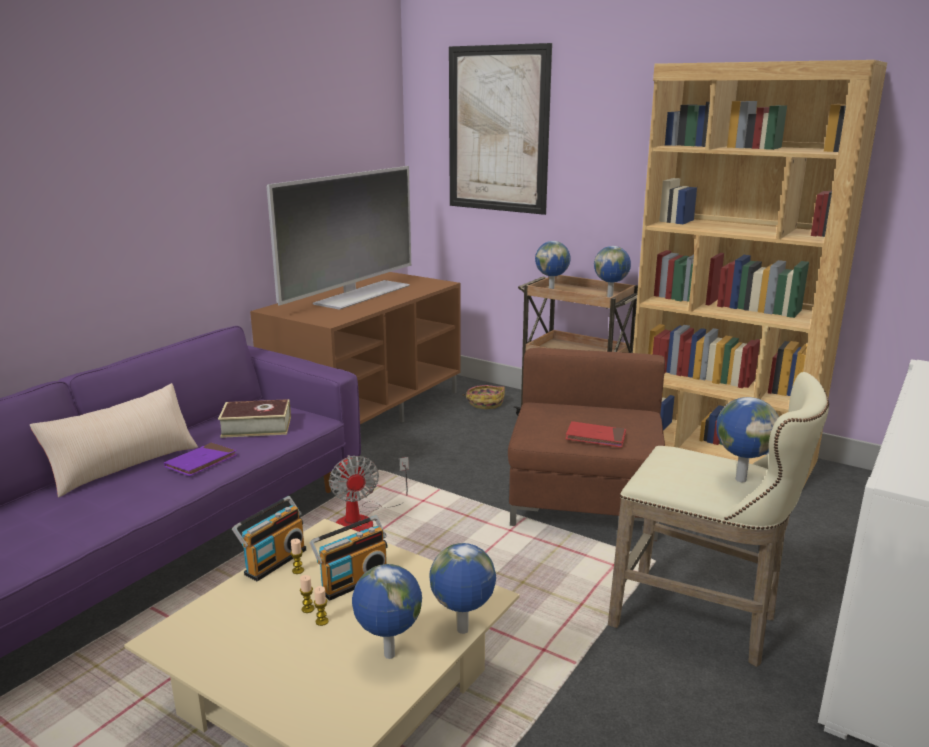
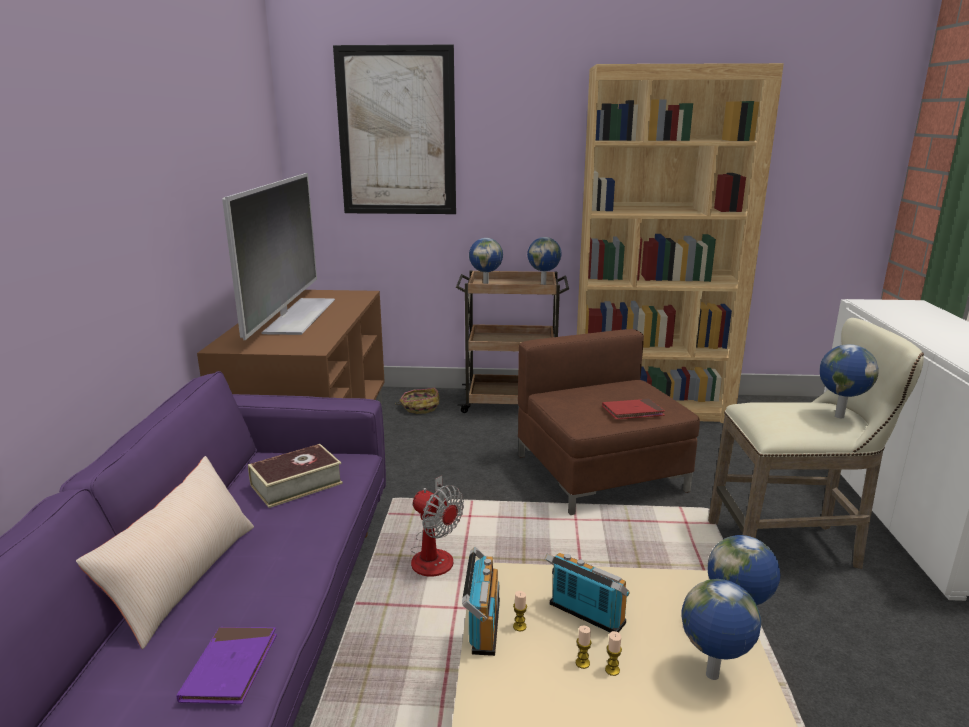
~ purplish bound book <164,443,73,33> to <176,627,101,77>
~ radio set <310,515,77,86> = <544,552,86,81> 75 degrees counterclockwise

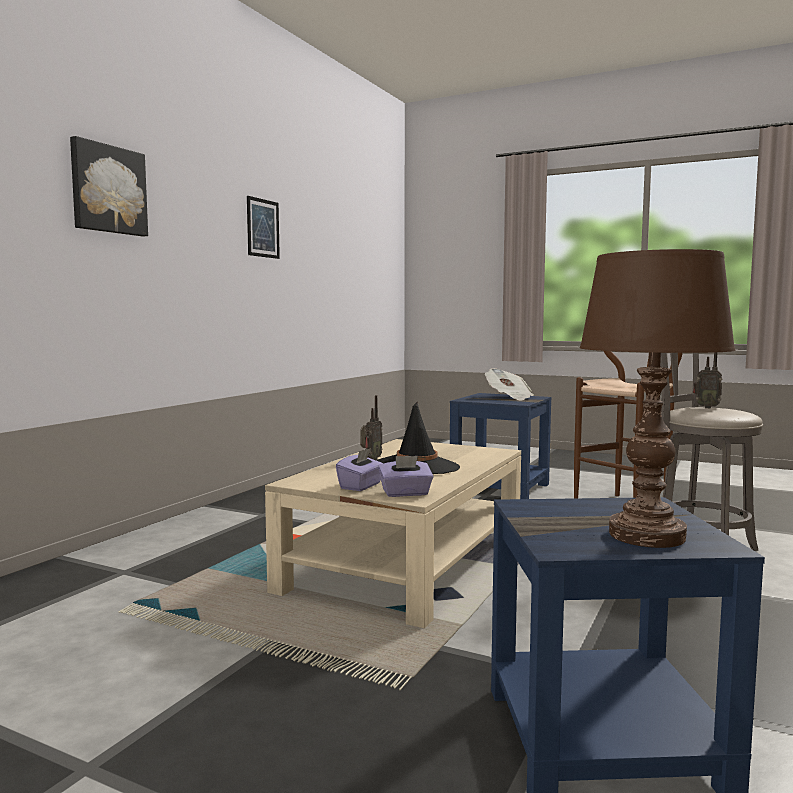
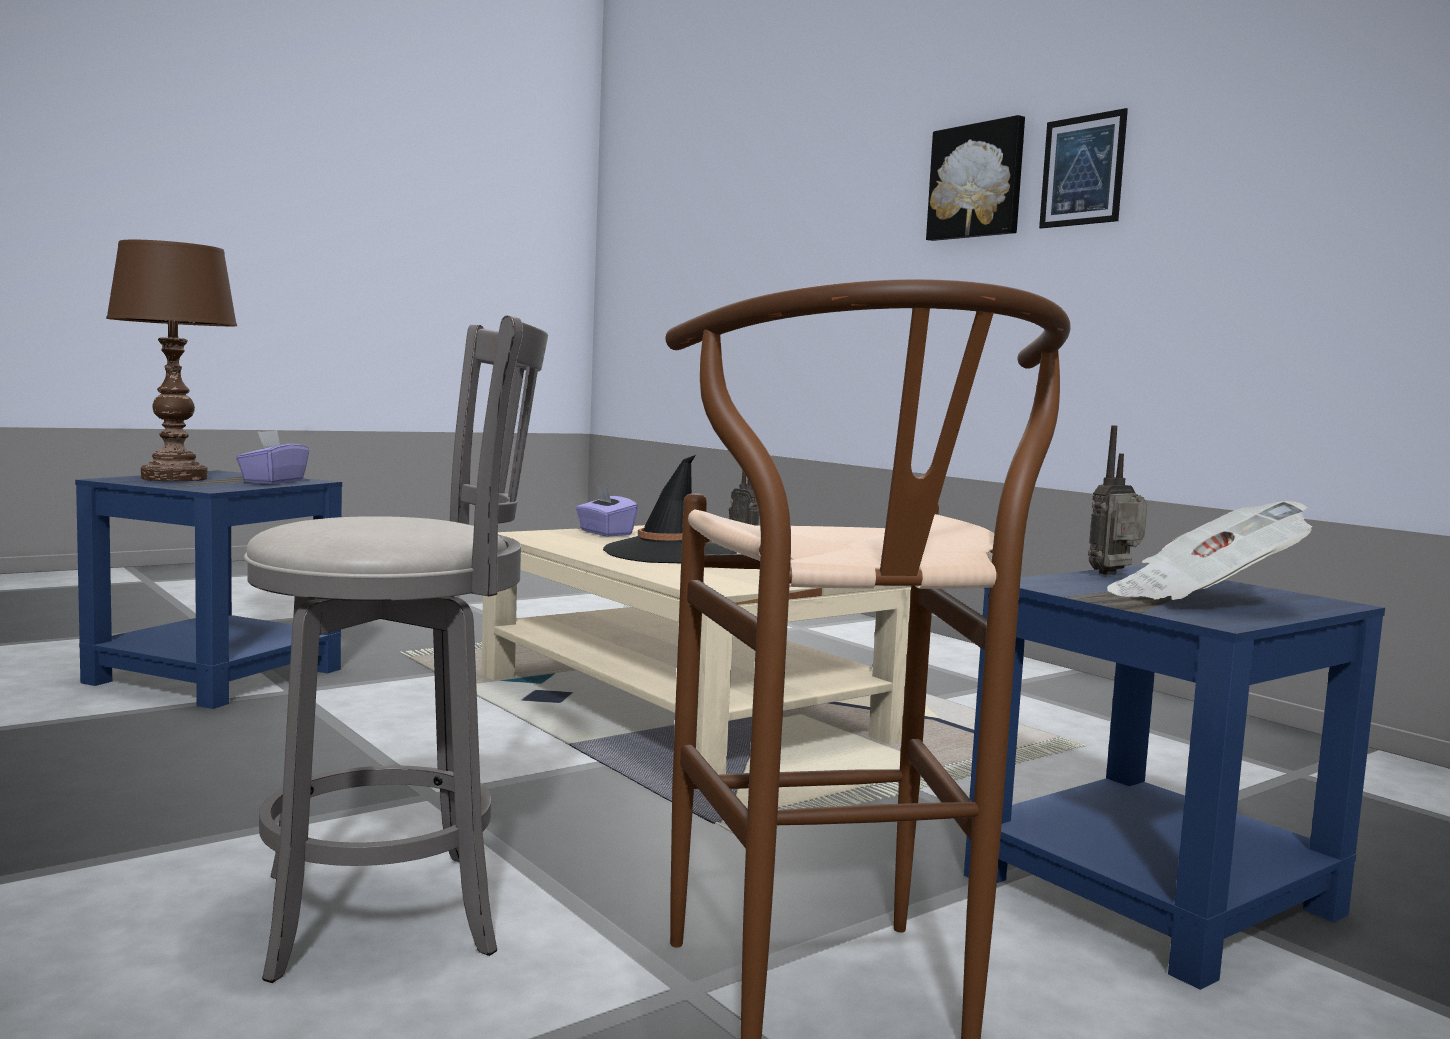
~ picture <247,196,33,63> to <1039,108,89,121>
~ purplish tissue box <378,456,55,41> to <236,430,73,54>
~ radio set <693,352,29,56> to <1088,425,59,150>

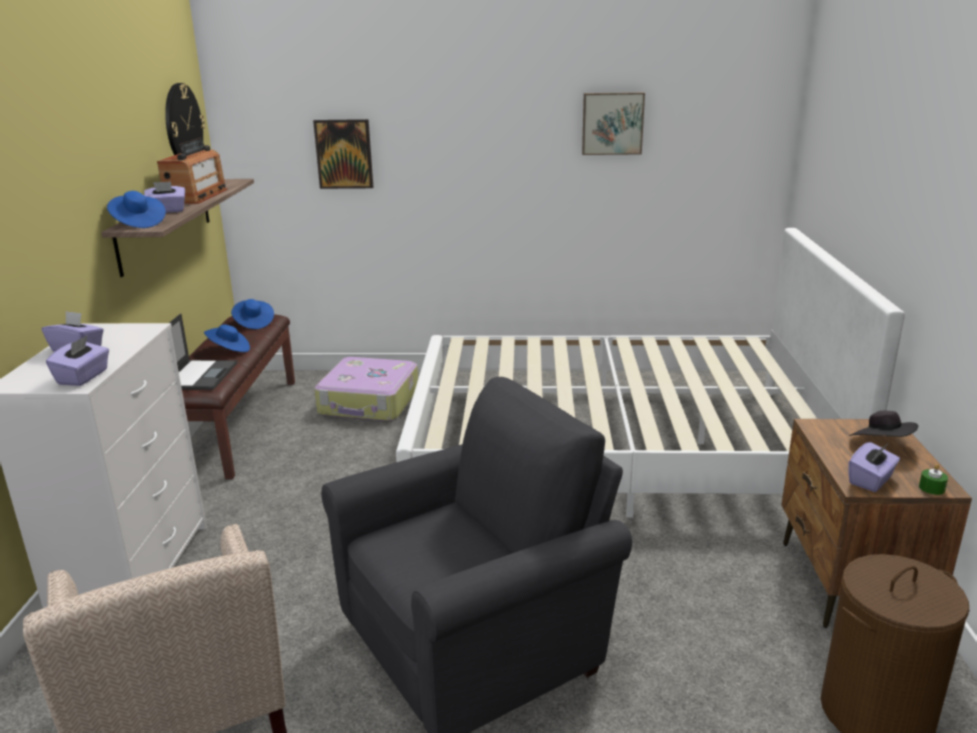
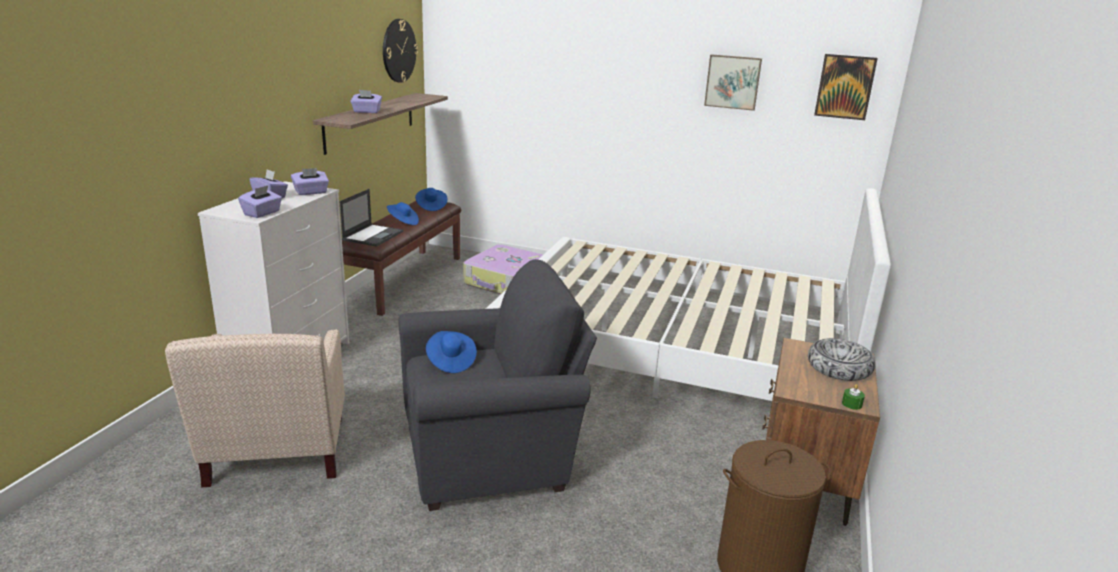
- radio set <157,138,70,66>
~ blue wearable hat <107,191,59,37> to <426,331,51,42>
~ picture <313,119,60,70> to <814,54,64,66>
~ purplish tissue box <848,442,52,50> to <291,168,38,27>
~ black wearable hat <849,411,69,26> to bowl <808,338,68,43>

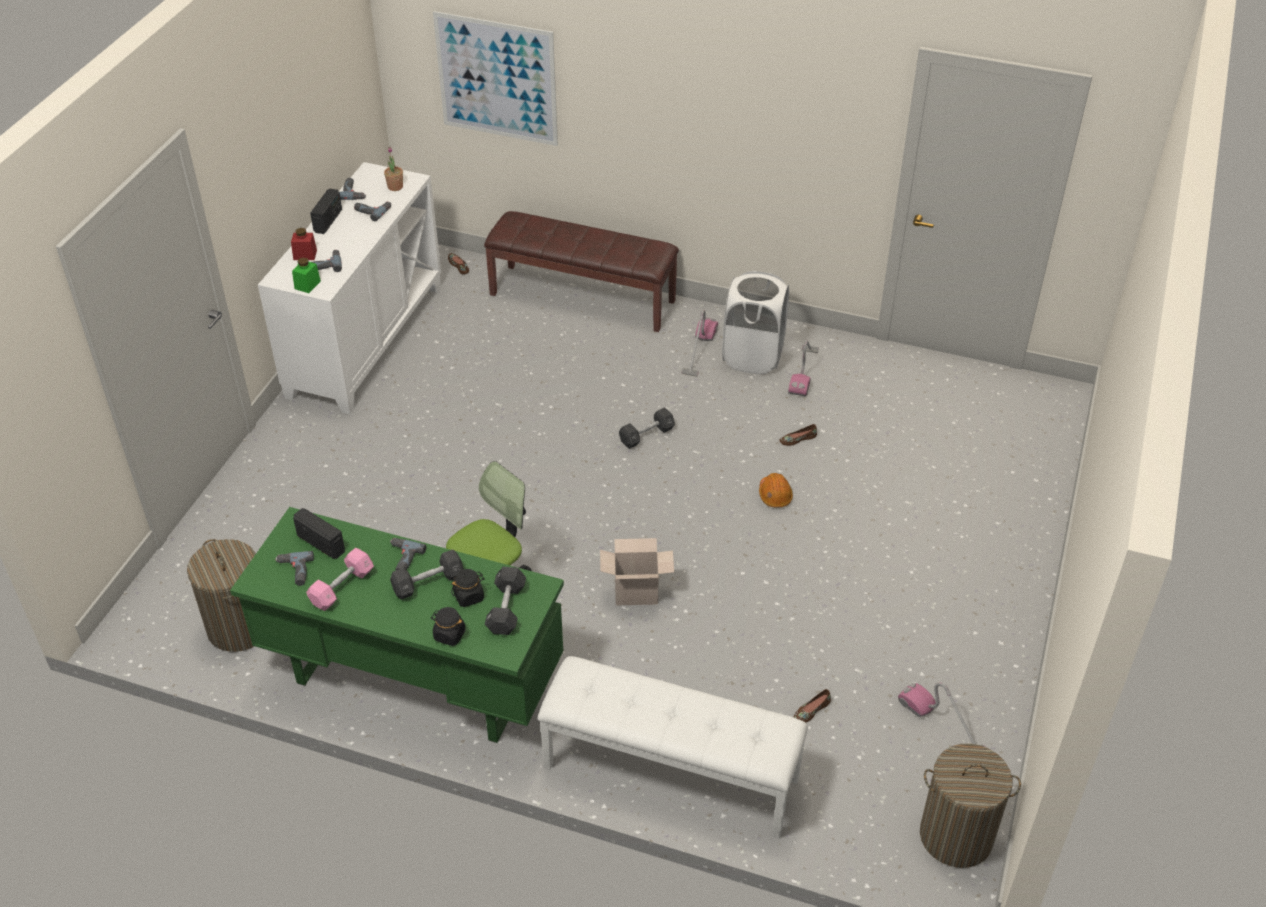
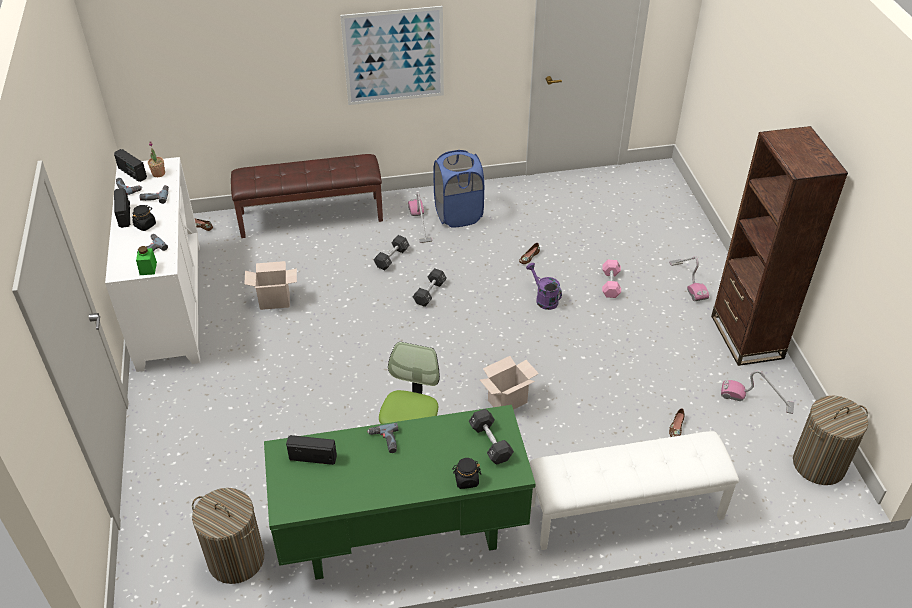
- power drill <275,551,39,35>
- reddish storage jar <291,228,26,32>
+ radio set <114,149,33,33>
+ packing box <244,261,53,49>
+ brownish bookcase <711,126,137,240>
~ pinkish free weight <306,548,68,63> to <602,260,19,38>
~ black free weight <390,549,74,51> to <374,235,36,35>
~ picture <433,11,125,135> to <340,6,104,99>
~ black storage jar <451,569,34,38> to <132,205,24,26>
~ vacuum <788,340,31,57> to <669,256,40,45>
~ orangey safety helmet <759,473,34,35> to purplish sprinkling can <526,263,36,47>
~ white laundry basket <722,271,67,103> to blue laundry basket <433,150,51,78>

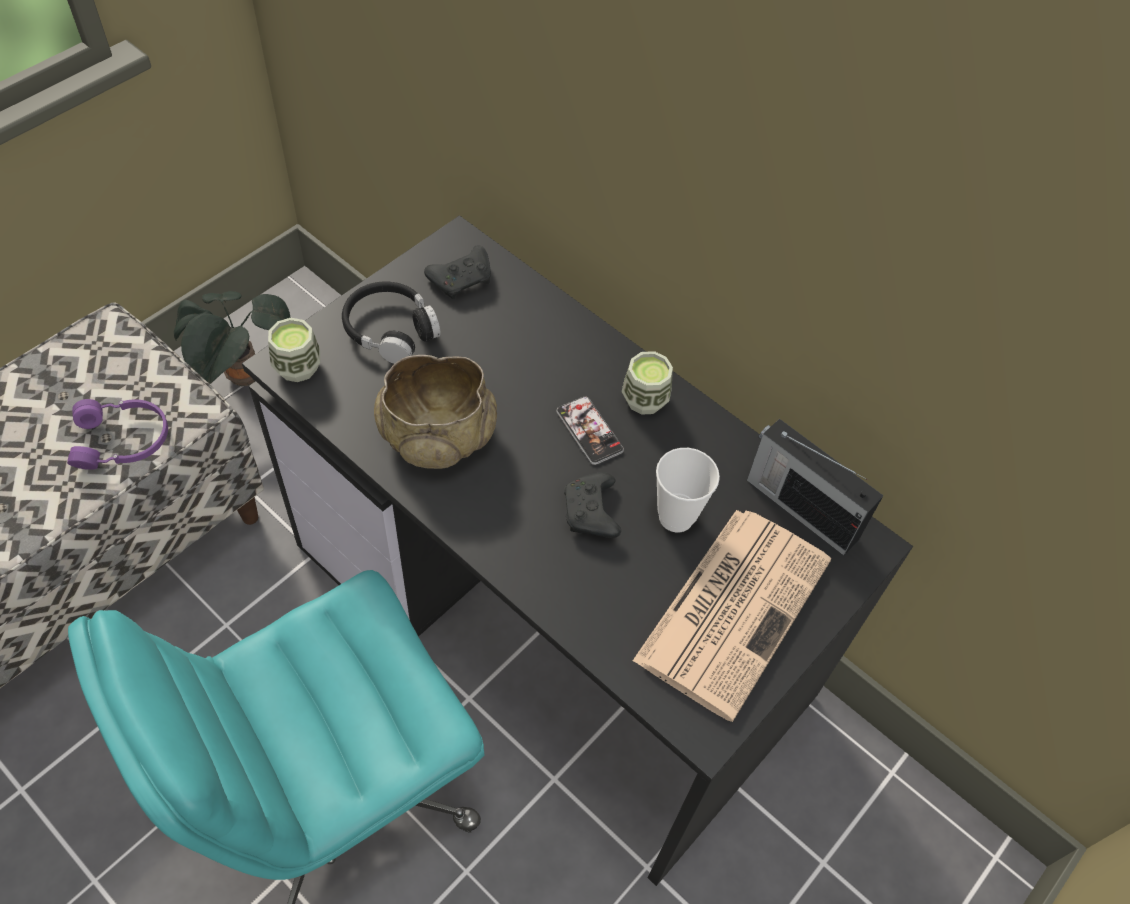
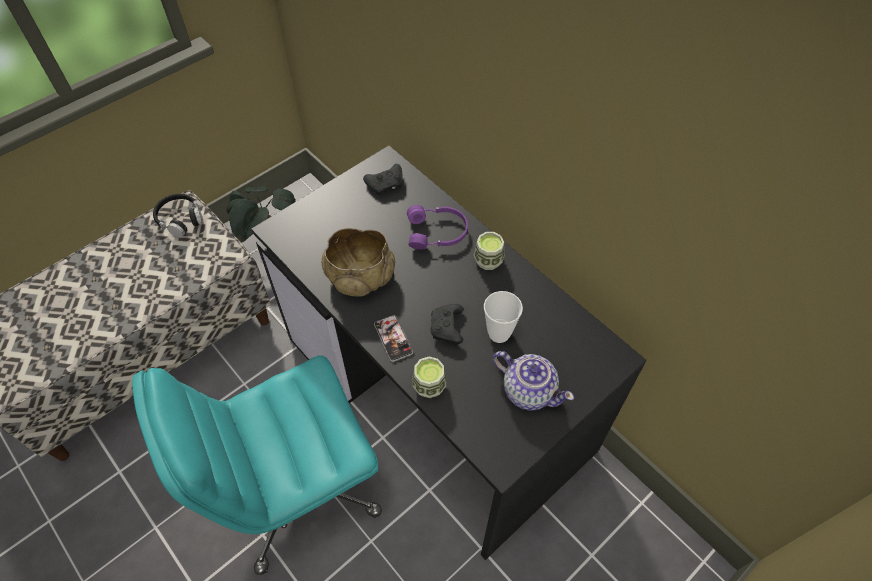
- radio set <747,419,137,136>
~ purplish headset <67,399,101,71> to <407,205,61,45>
~ cup <268,318,52,64> to <413,356,33,42>
~ black headset <342,281,99,83> to <153,194,51,44>
~ handset <556,396,68,69> to <374,315,39,47>
~ printed paper <633,510,198,212> to pot for tea <493,351,81,60>

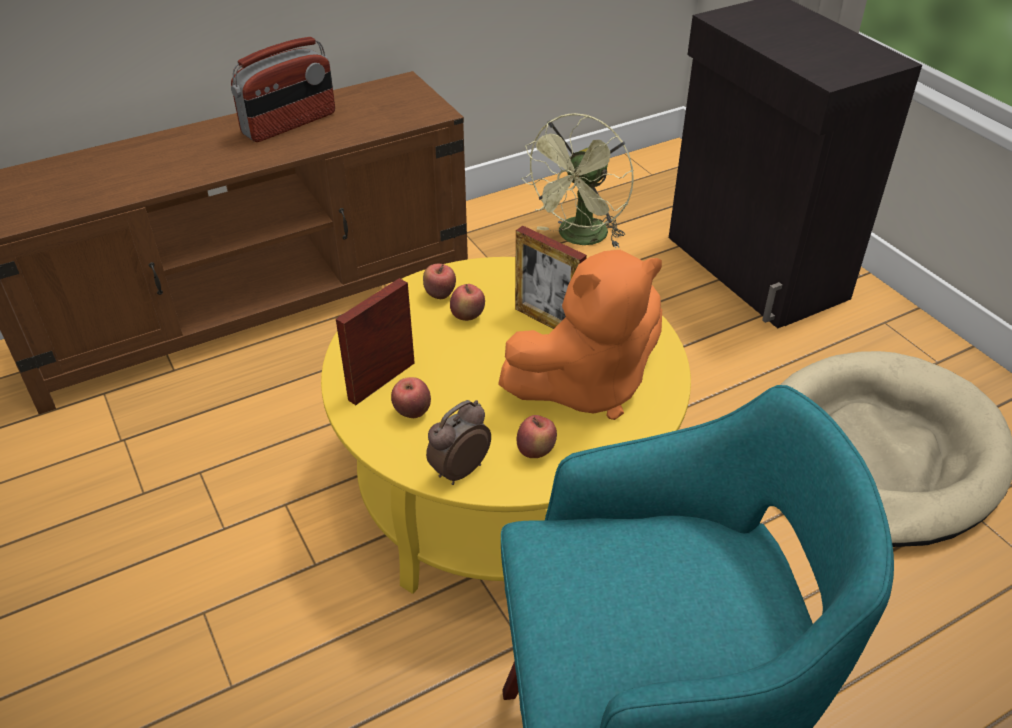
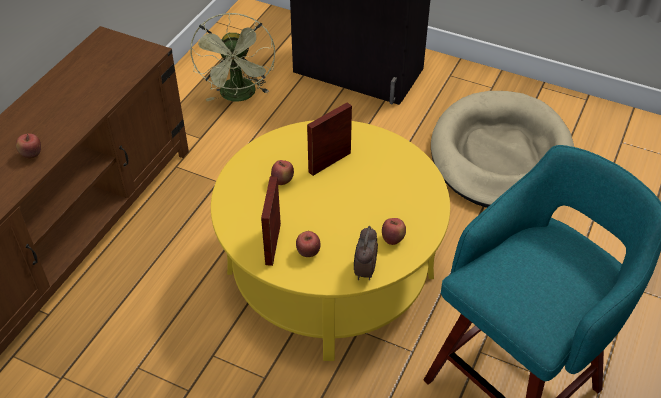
- radio set <231,37,104,105>
- orangey soft toy <498,250,164,170>
~ apple fruit <423,264,33,35> to <16,133,25,26>
~ standing frame <515,226,72,103> = <307,102,45,74> 135 degrees clockwise

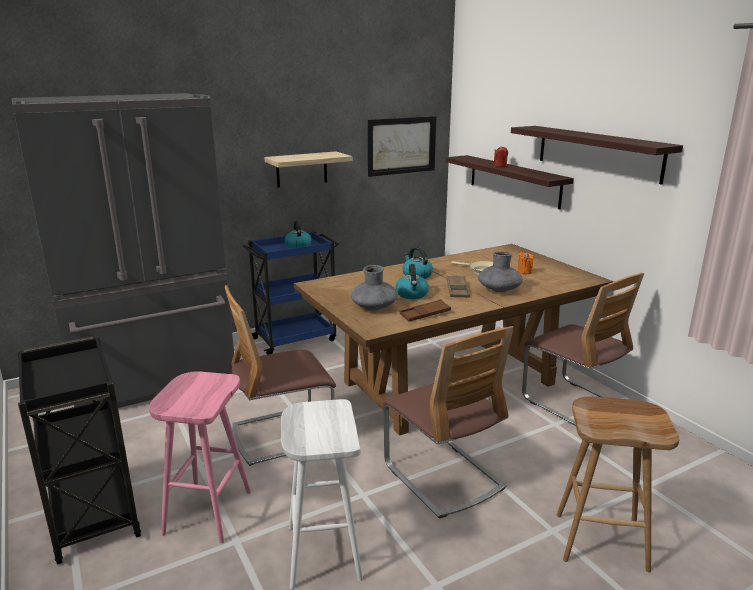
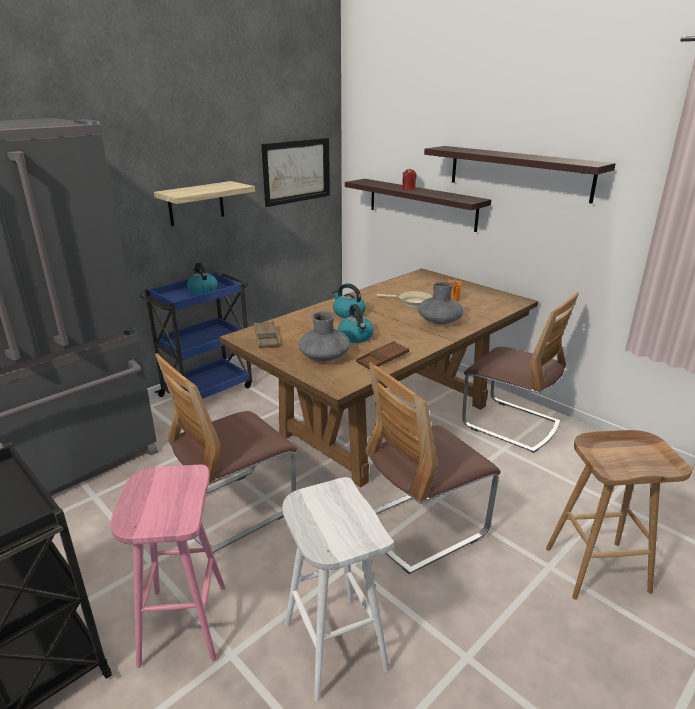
~ brownish tray <447,275,23,22> to <254,321,27,27>
~ plain chair <383,326,131,192> = <365,362,136,212> 105 degrees clockwise

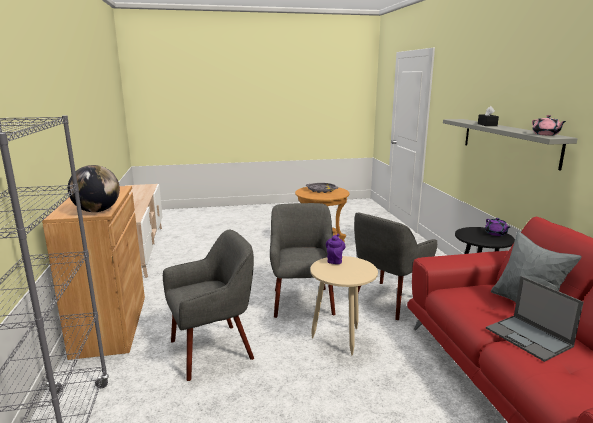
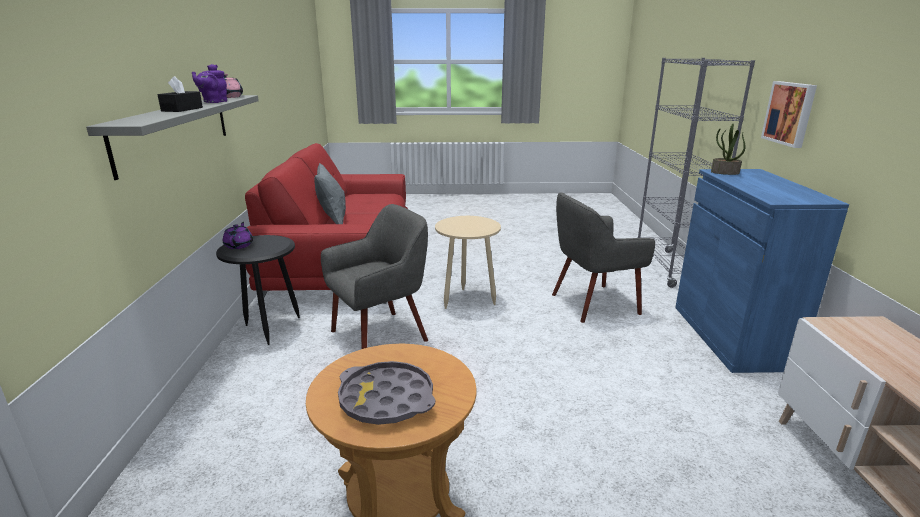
- gray easy chair <270,203,65,115>
- notebook computer <486,276,98,86>
+ picture <761,81,56,67>
~ purplish pot for tea <326,234,19,30> to <192,64,35,39>
~ desk globe <68,165,52,47> to potted plant <711,124,34,51>
~ brownish cupboard <42,186,103,174> to blue cupboard <675,169,174,204>

